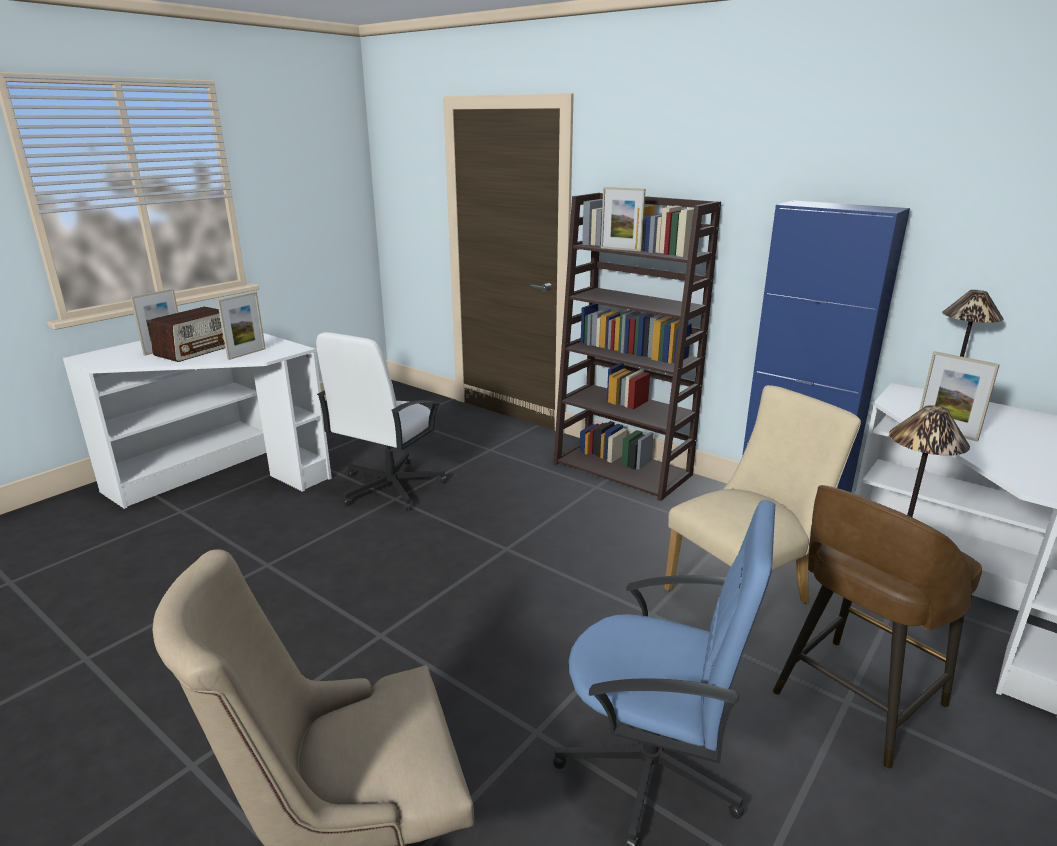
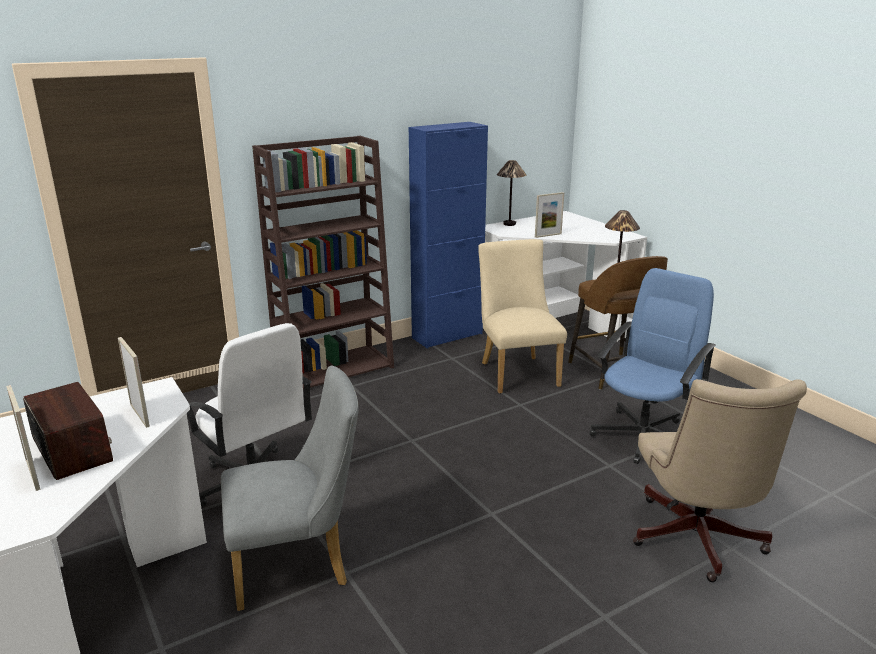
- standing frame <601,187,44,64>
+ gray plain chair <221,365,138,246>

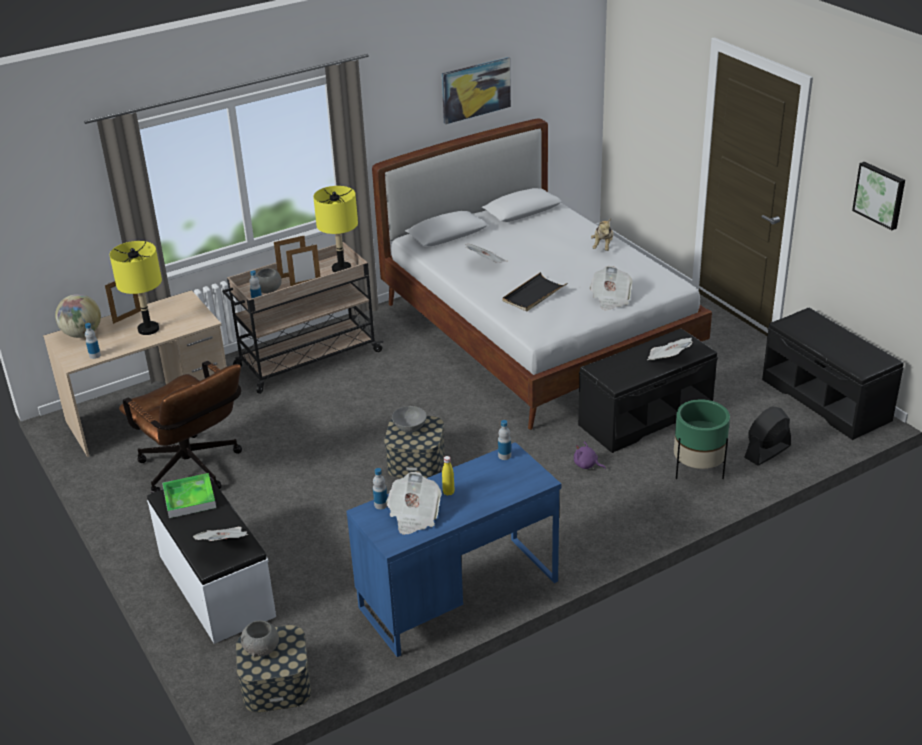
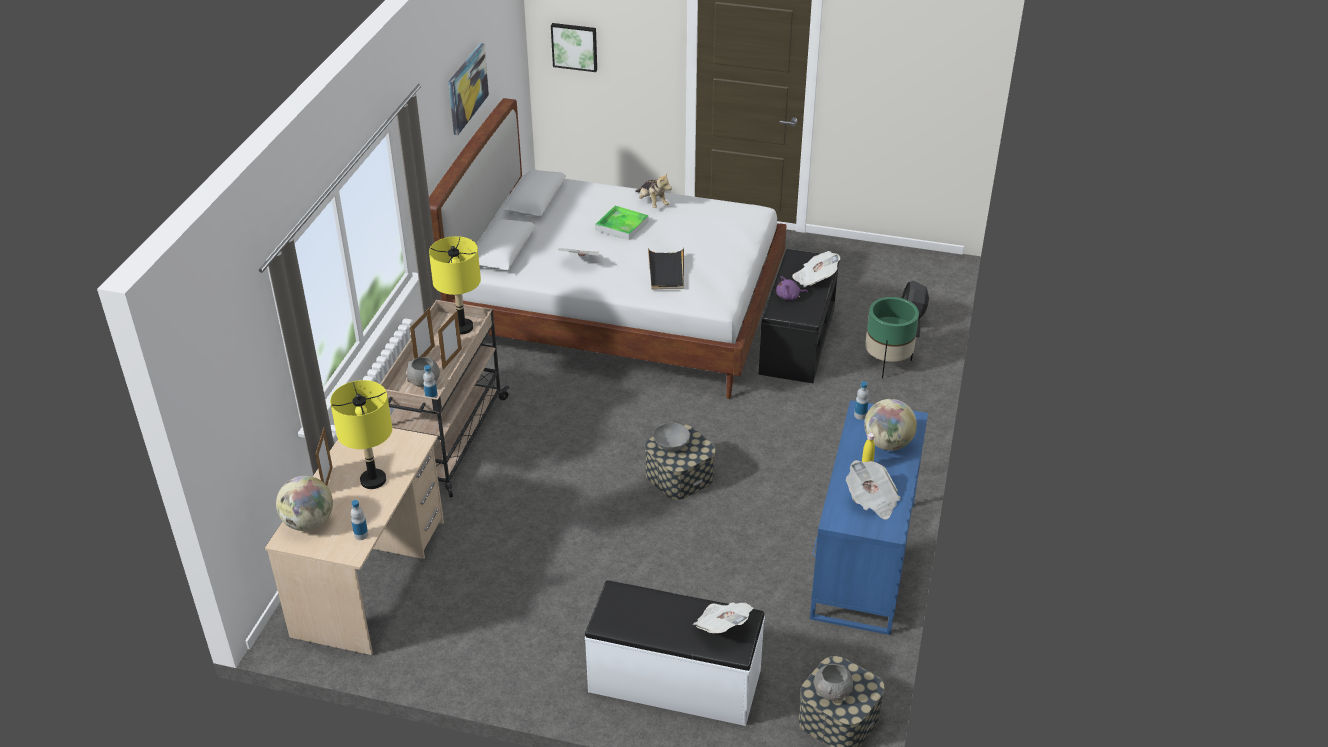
- brownish office chair <119,361,123,133>
- bottle <373,468,14,41>
- printed paper <590,266,43,44>
- black indoor bench <762,308,142,132>
+ desk globe <864,399,53,52>
~ tray <162,473,54,45> to <596,206,53,34>
~ purplish soft toy <574,441,32,29> to <776,276,32,25>
~ picture <852,162,53,68> to <551,23,46,49>

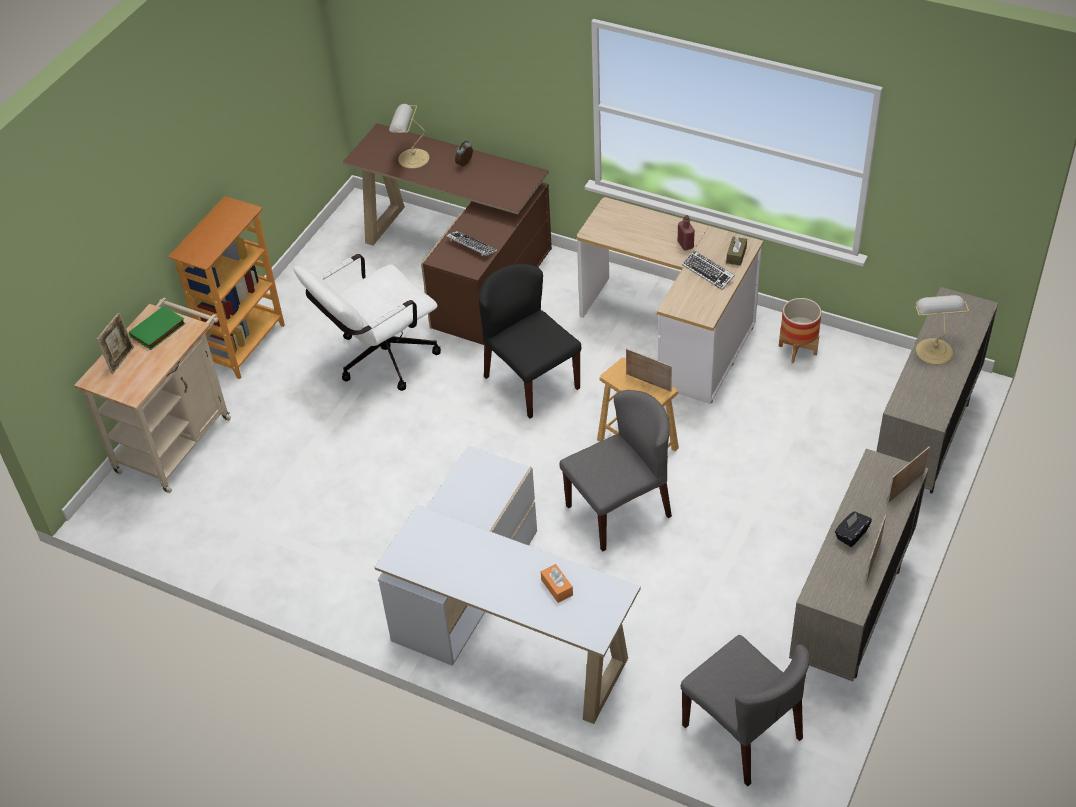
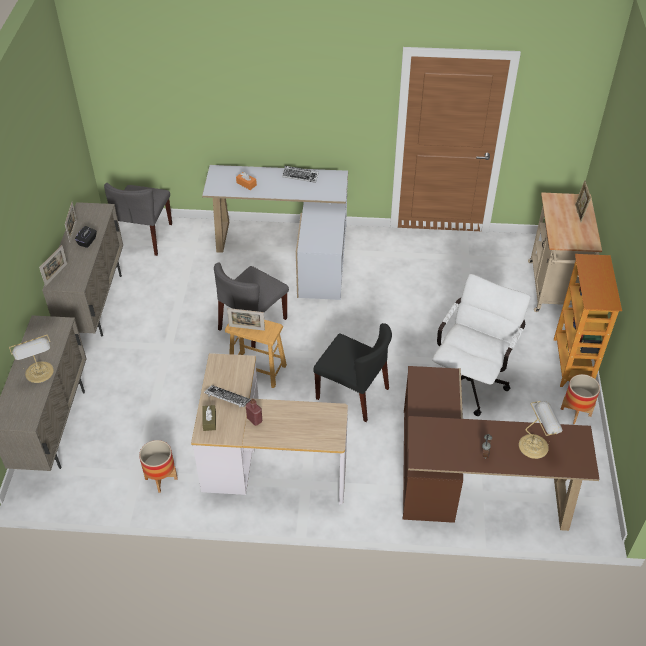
- green-coloured bound book <129,306,57,44>
+ flower pot <561,374,39,50>
~ keyboard <446,231,51,25> to <282,166,37,17>
~ gray plain chair <681,635,128,151> = <104,183,68,73> 105 degrees counterclockwise

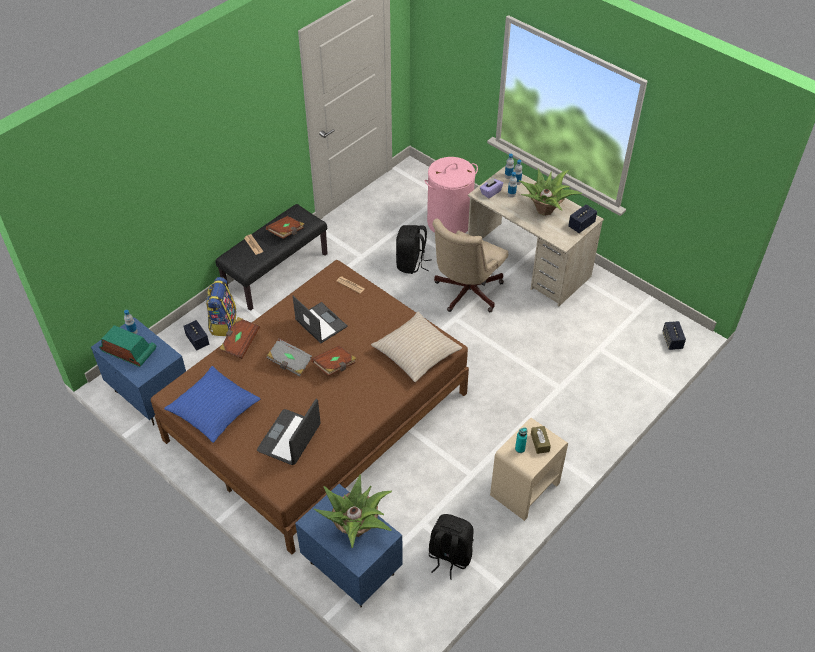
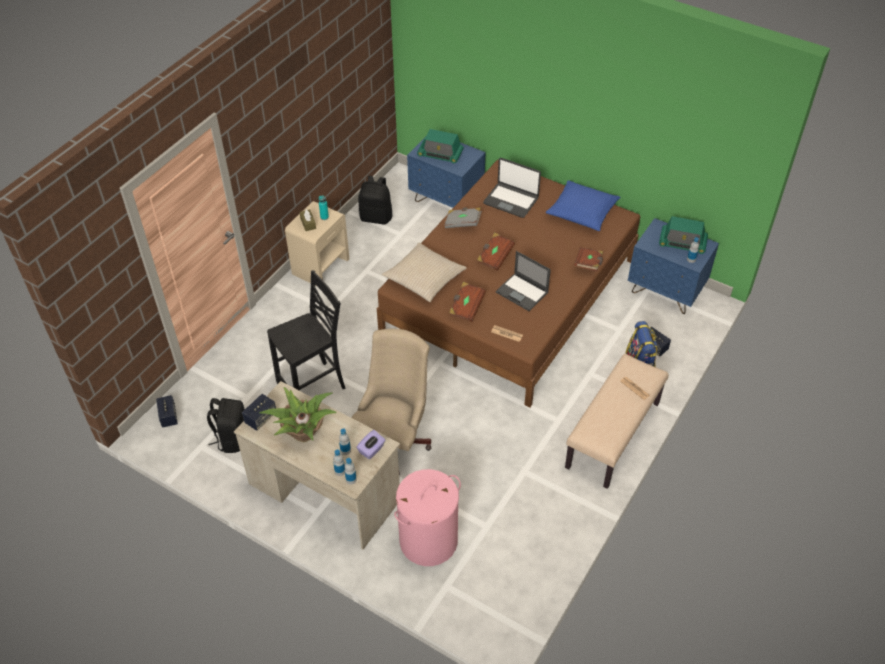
+ black plain chair <267,270,79,121>
~ brownish bound book <266,216,38,23> to <449,282,37,40>
~ gray bound book <267,338,45,38> to <444,207,38,21>
~ black rucksack <396,225,36,49> to <207,398,38,55>
~ potted plant <314,475,78,73> to radio set <417,129,47,34>
~ black indoor bench <215,204,113,107> to beige-coloured indoor bench <565,354,104,135>
~ notebook computer <257,399,64,66> = <483,158,58,60> 105 degrees clockwise

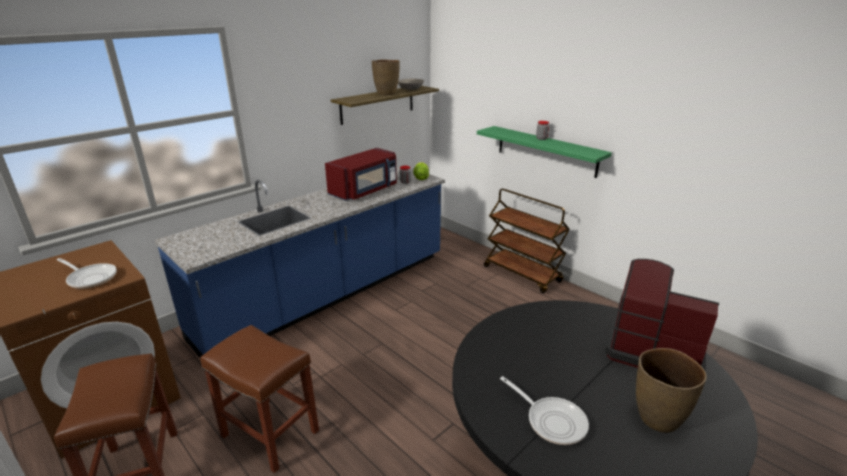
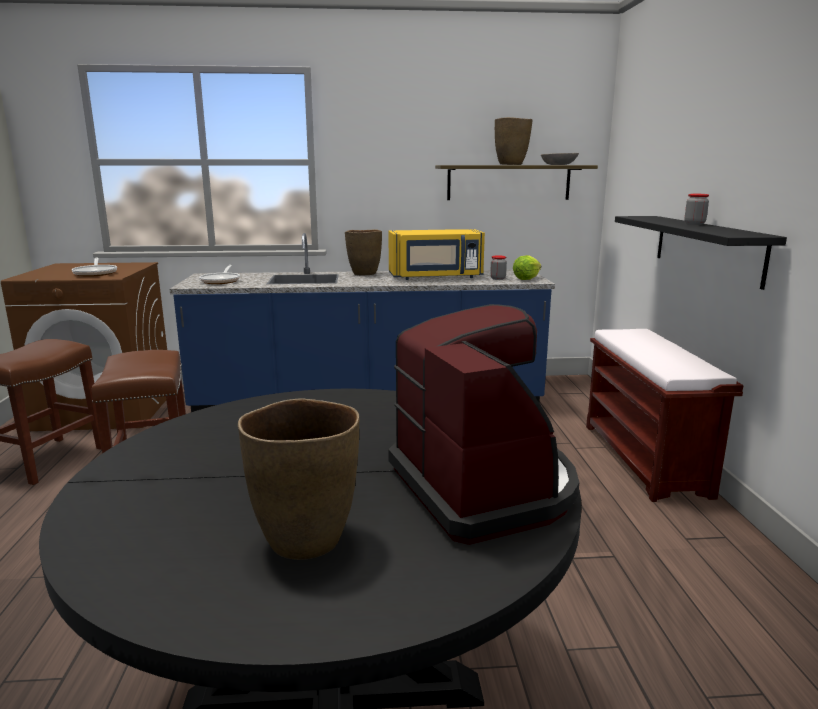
+ brownish flower vase <345,229,37,46>
~ frying pan <500,376,89,69> to <199,265,41,19>
~ brownish cart <484,188,86,106> to brownish indoor bench <586,329,158,173>
~ reddish microwave <325,148,72,53> to yellow-coloured microwave <388,229,97,51>
~ green-coloured bracket shelf <477,126,135,52> to black bracket shelf <615,216,172,74>

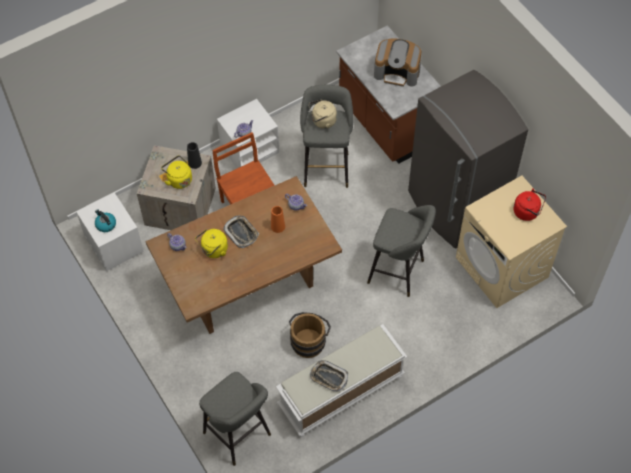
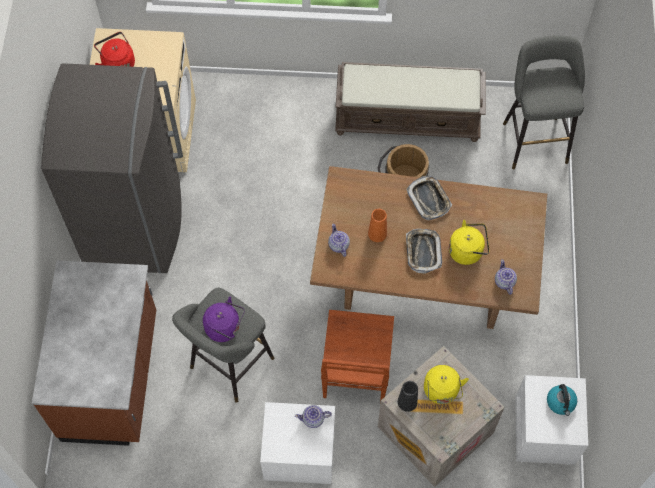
- gray stool seat <367,205,69,92>
- coffee maker <374,38,47,49>
~ tray <310,360,38,32> to <406,176,46,45>
~ white indoor bench <276,324,131,113> to brownish indoor bench <335,62,151,80>
~ beige-coloured kettle <309,99,28,30> to purplish kettle <203,297,42,45>

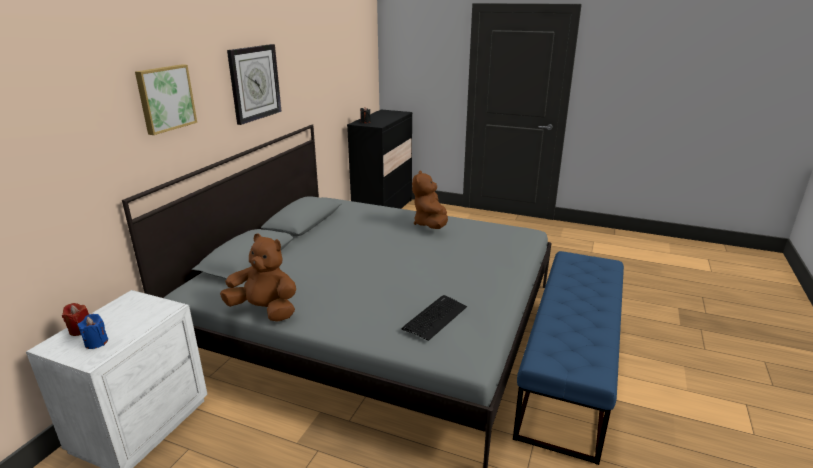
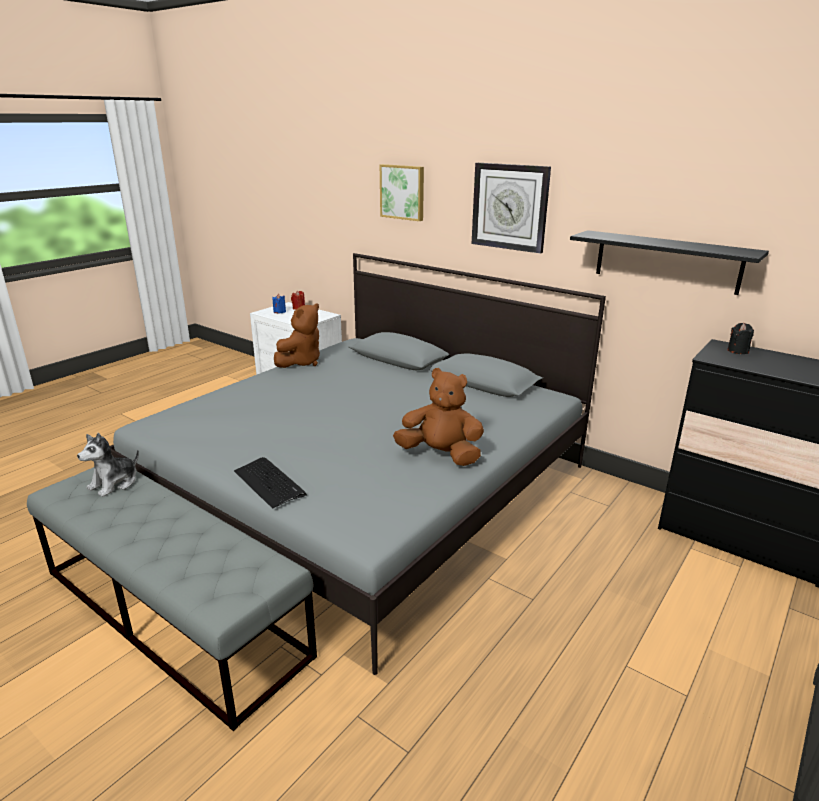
+ soft toy <77,433,62,64>
+ black bracket shelf <570,230,199,65>
~ keyboard <402,295,65,46> to <234,457,73,52>
~ blue indoor bench <513,251,111,214> to gray indoor bench <27,467,290,264>

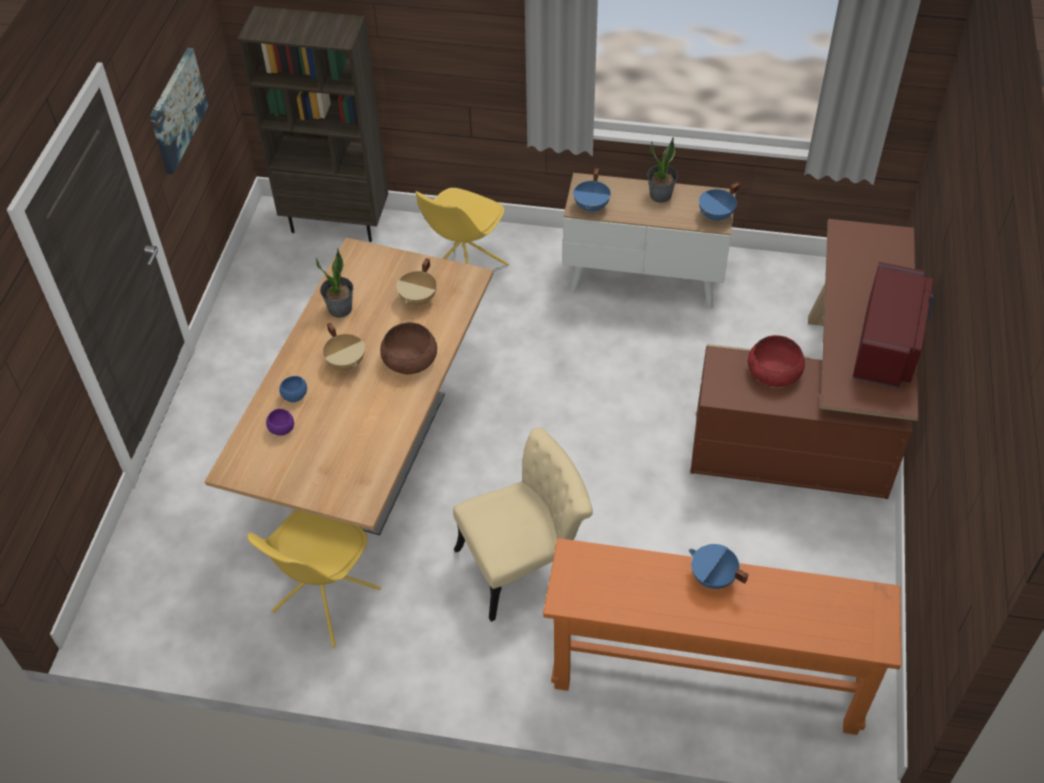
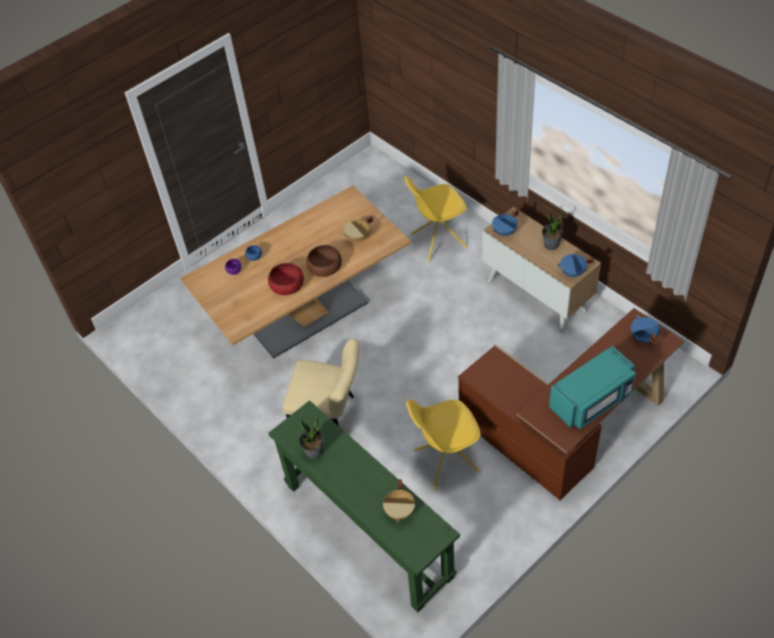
- picture <150,48,58,126>
- brownish bookcase <238,6,150,236>
~ yellow-coloured plain chair <247,510,134,138> to <406,399,75,91>
~ potted plant <316,248,37,70> to <299,416,25,43>
~ beige-coloured stockpot <323,322,42,48> to <383,479,32,43>
~ blue stockpot <689,544,60,45> to <631,315,29,29>
~ reddish bowl <748,335,57,52> to <268,263,36,32>
~ orangey hall table <543,538,358,197> to green-coloured hall table <268,400,192,212>
~ reddish microwave <853,262,81,126> to blue-green microwave <549,346,87,83>

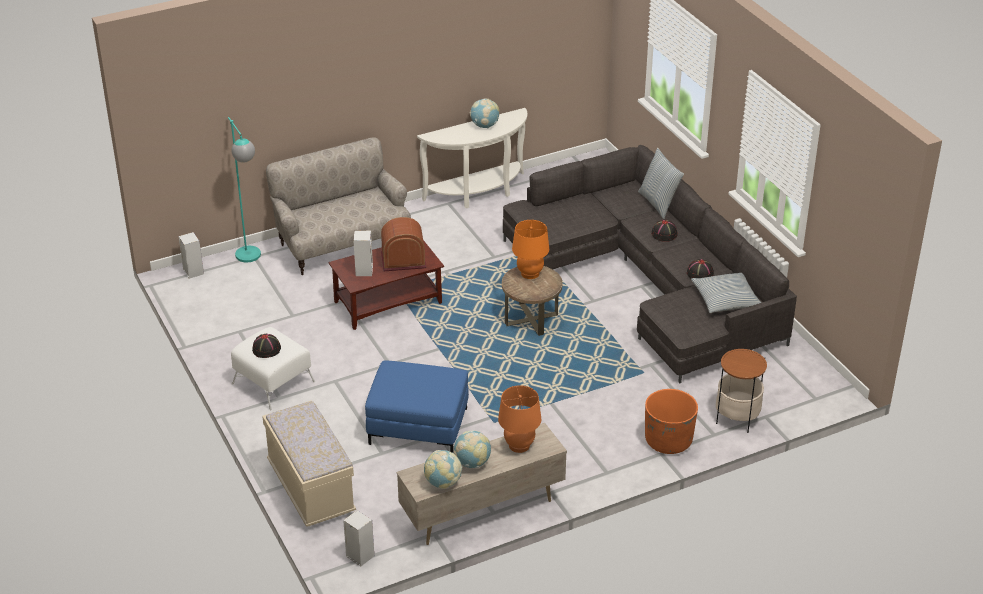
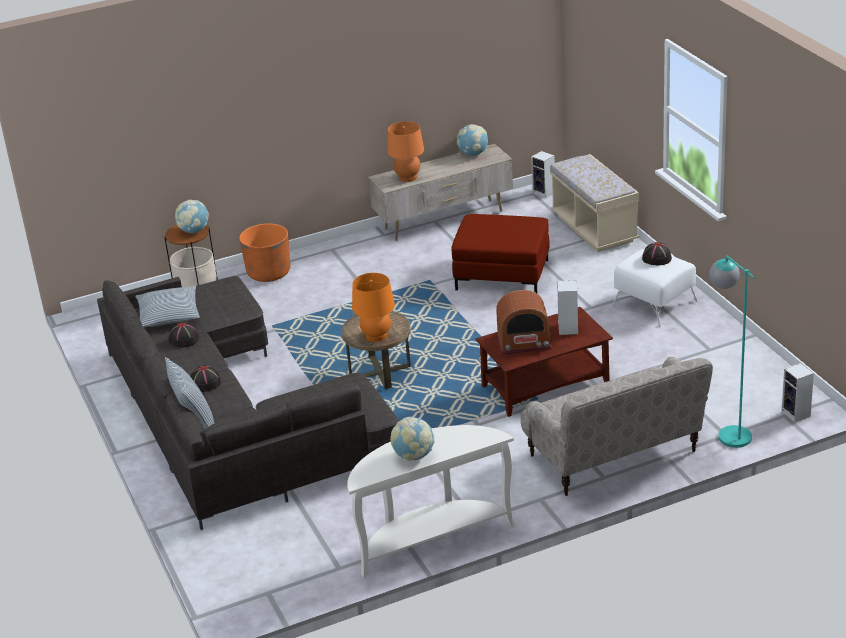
~ desk globe <454,430,37,38> to <175,200,34,33>
~ blue ottoman <365,361,104,92> to reddish ottoman <451,214,99,79>

